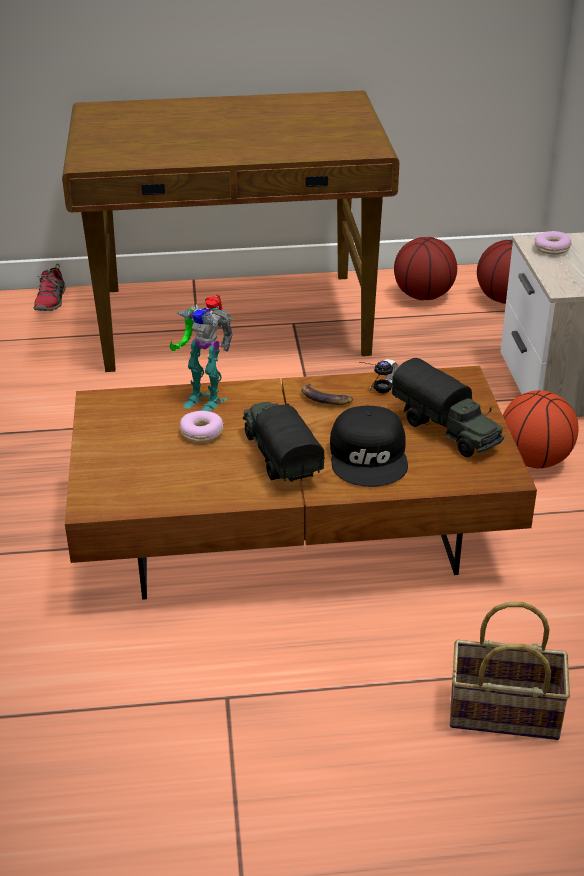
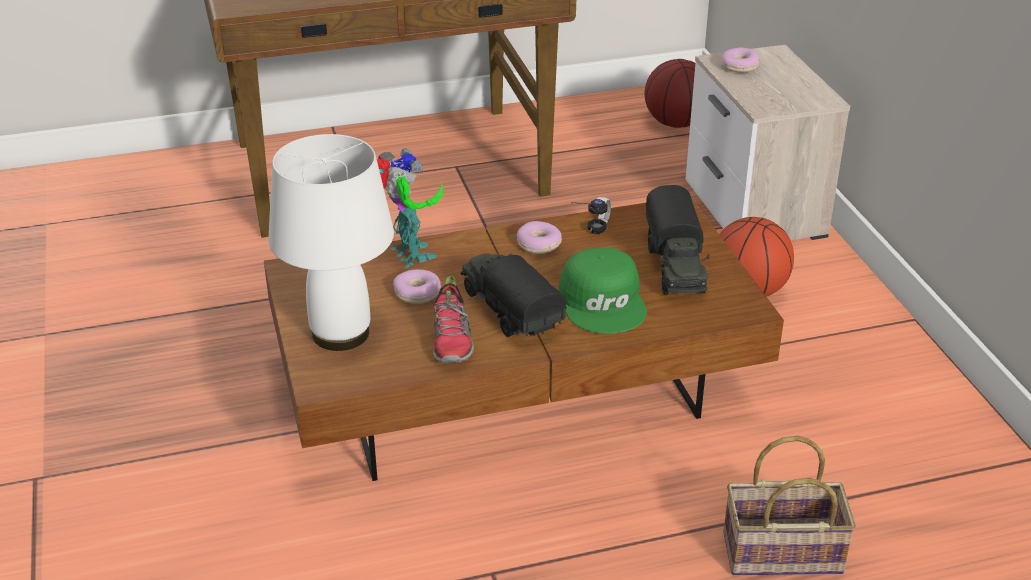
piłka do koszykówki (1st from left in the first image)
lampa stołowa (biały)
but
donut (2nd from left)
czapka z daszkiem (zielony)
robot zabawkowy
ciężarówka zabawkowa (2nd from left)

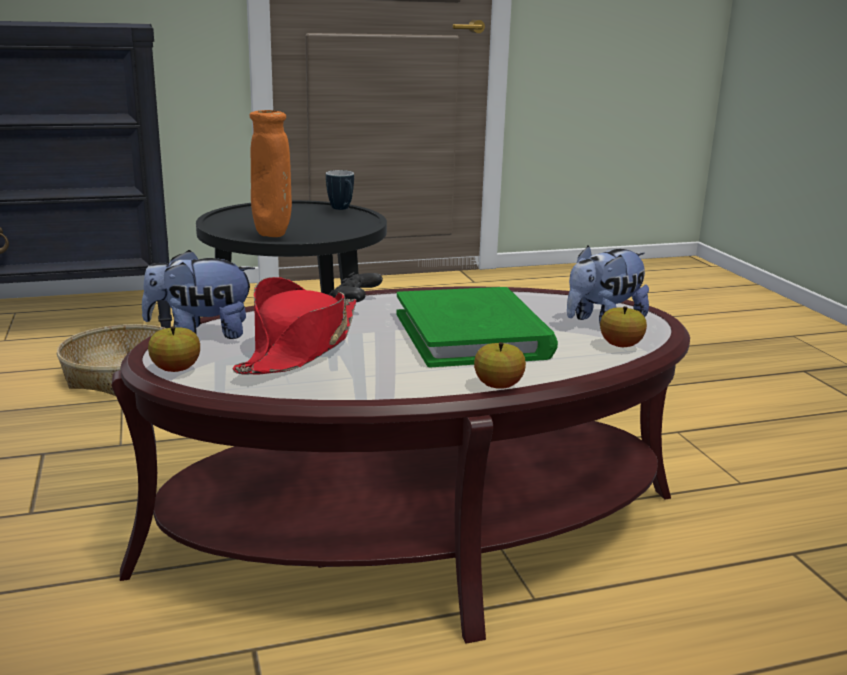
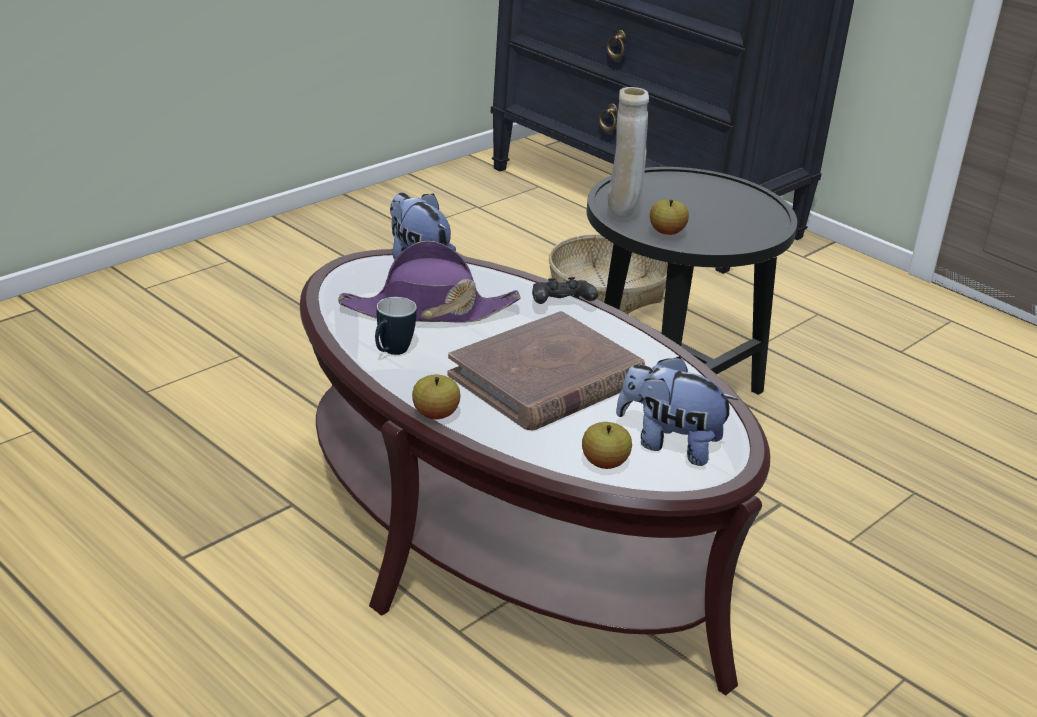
jabłko (3rd from left)
kubek
kapelusz (fioletowy)
wazon (beżowy)
książka (brązowy)

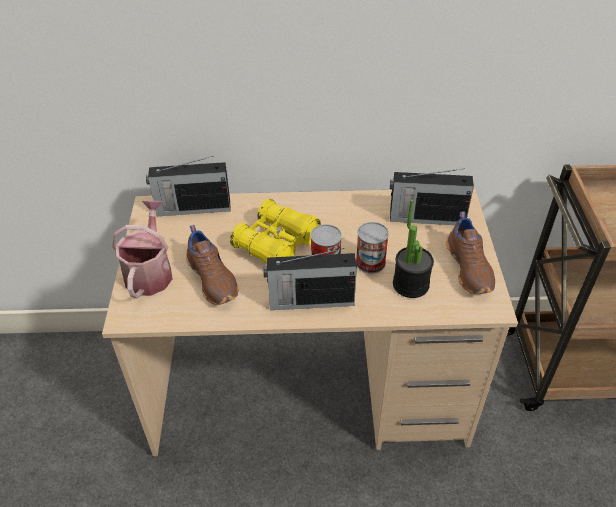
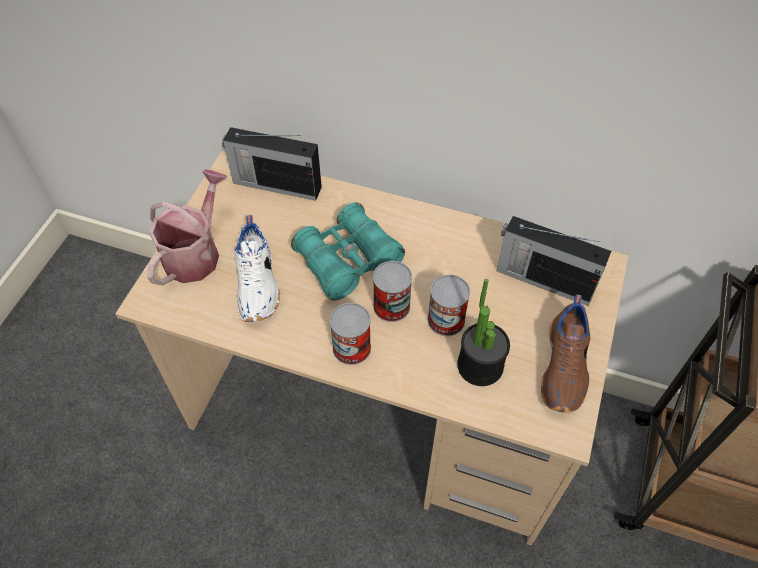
puszka (1st from left)
but (biały)
lornetka (turkusowy)

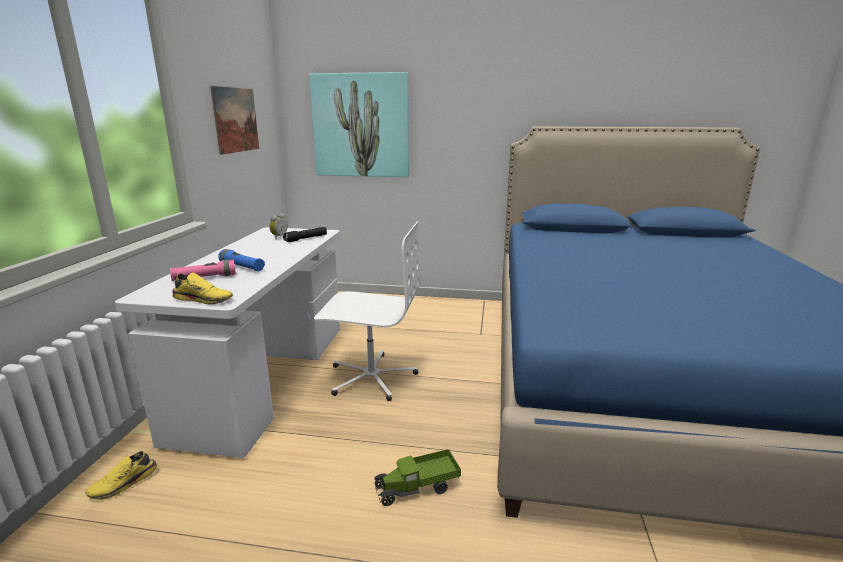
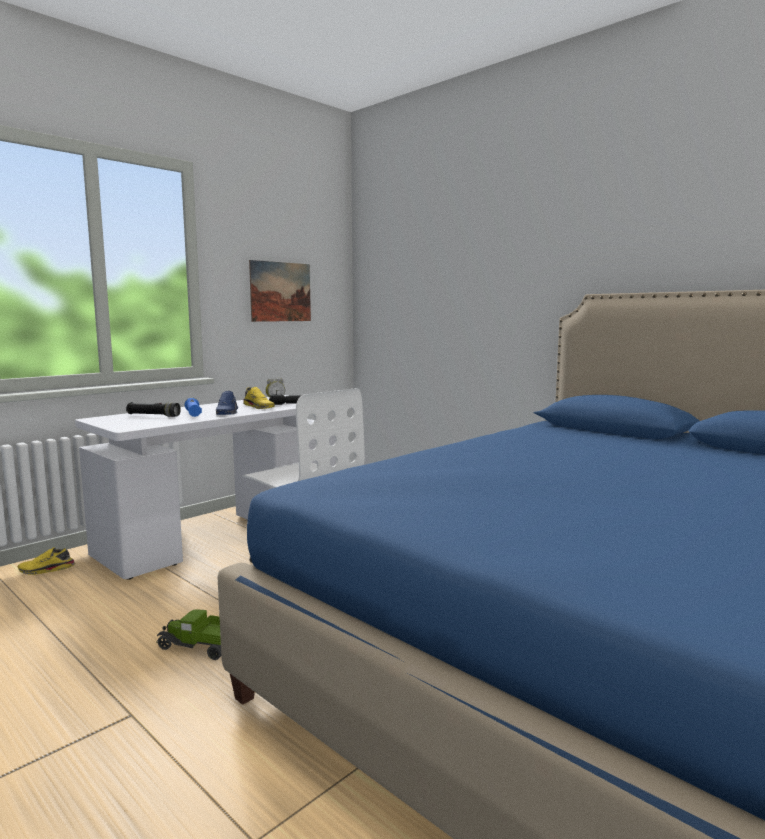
obraz (2nd from left in the first image)
but (niebieski)
but (żółty) (2nd from left)
latarka (czarny) (1st from left)

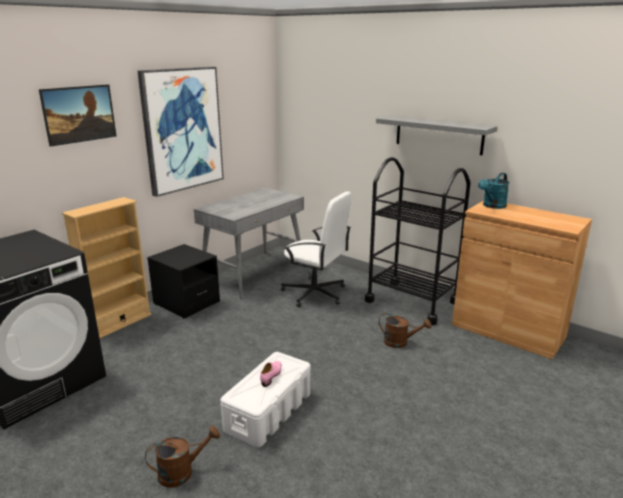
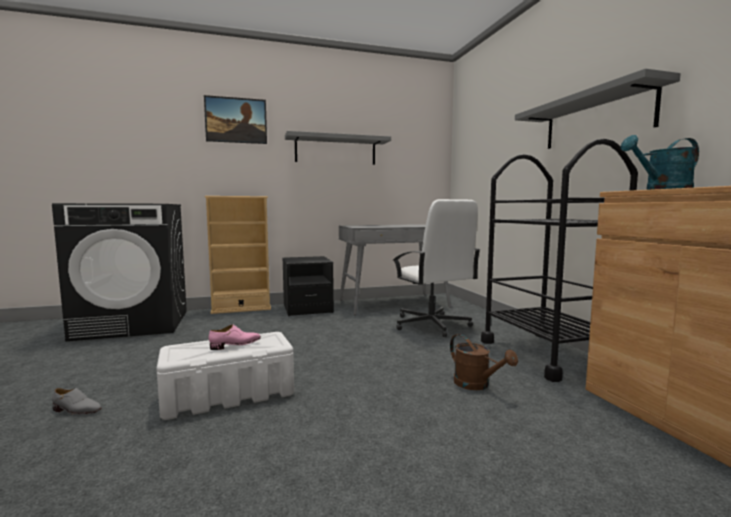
półka (szary) (1st from left)
but (szary)

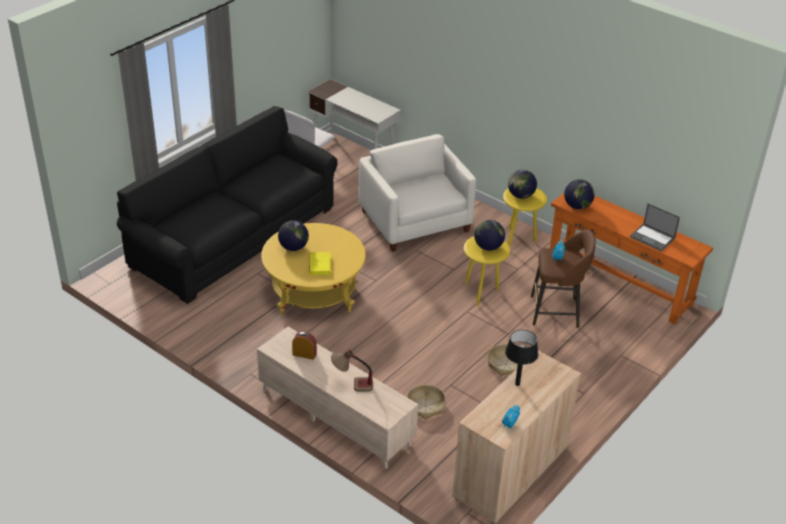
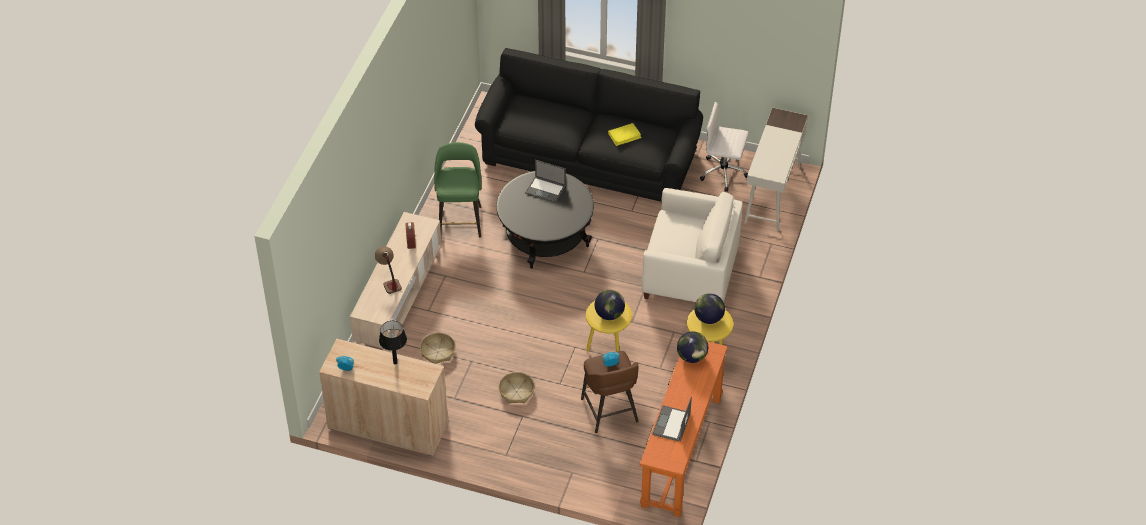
stołek (zielony)
książka (żółty)
laptop (1st from left)
ława (czarny)
fotel (biały)

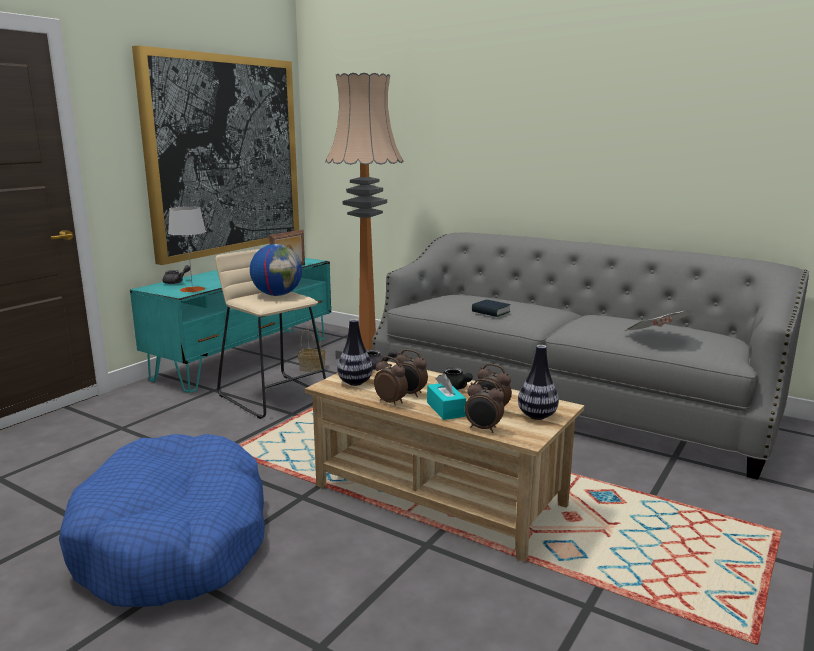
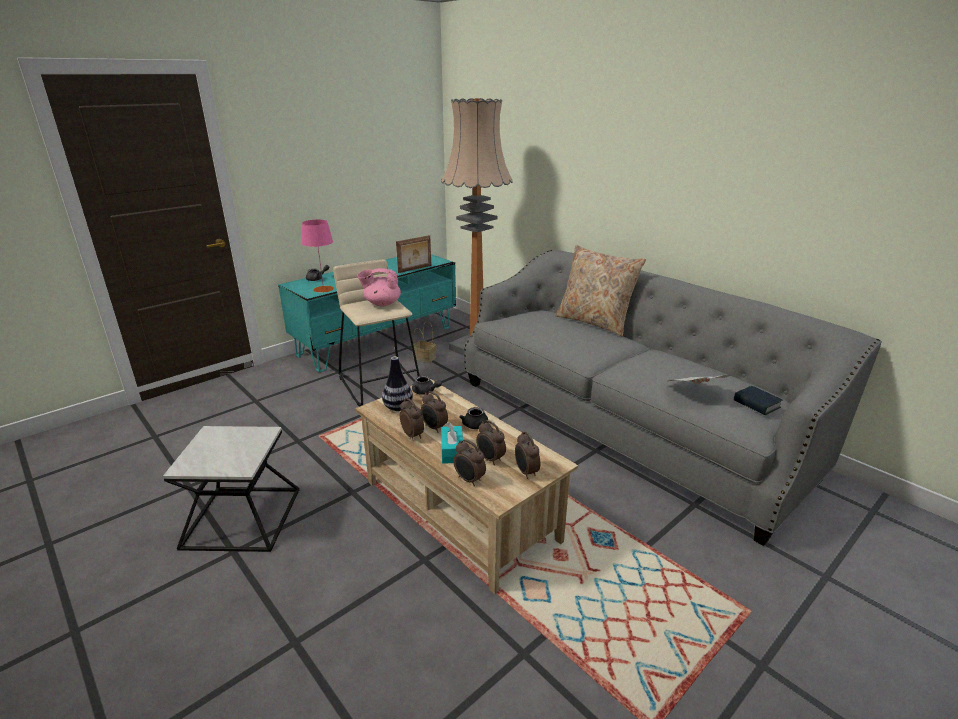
obraz
poduszka (beżowy)
książka
stolik
imbryk (różowy)
budzik (5th from left)
lampa stołowa (różowy)

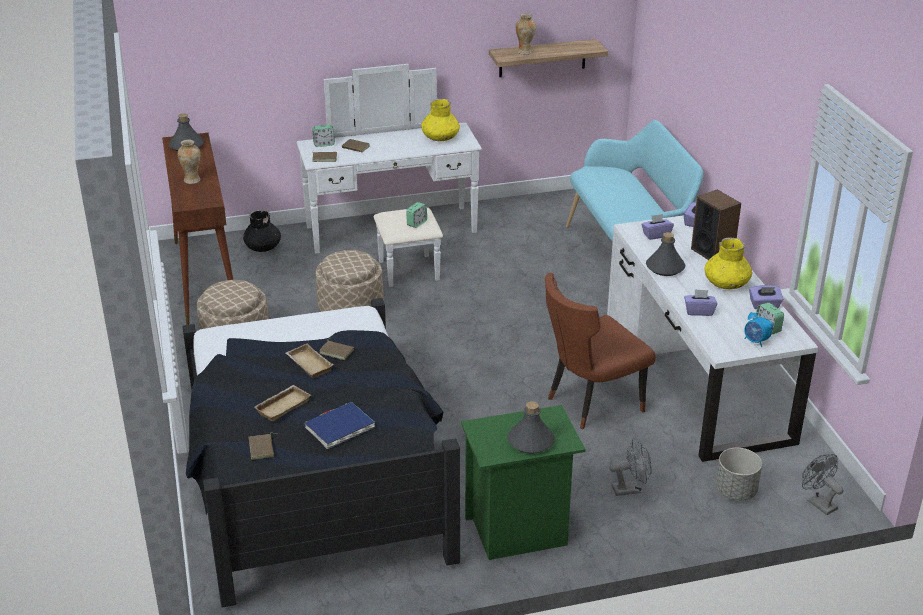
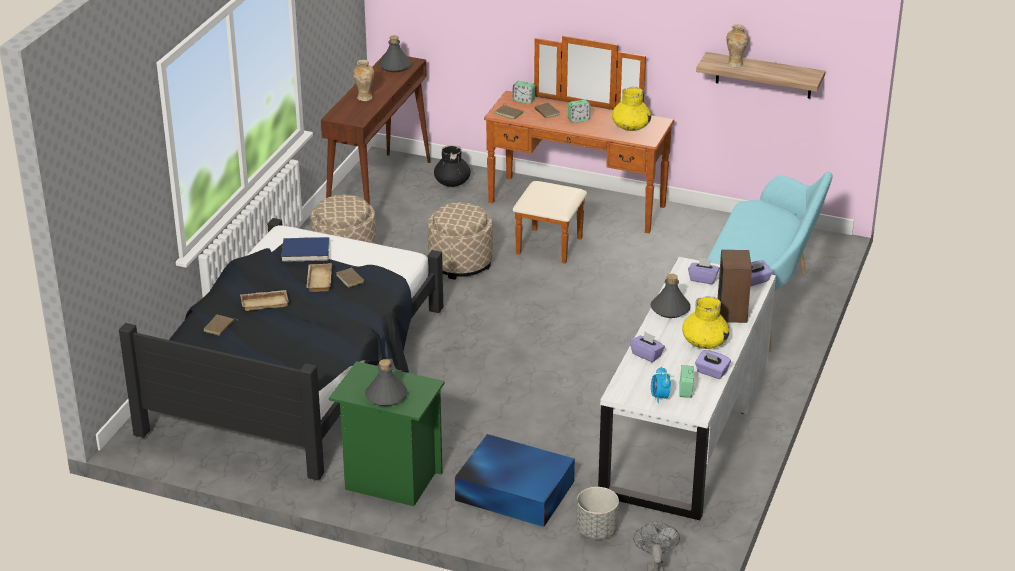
krzesło (brązowy)
książka (niebieski)
budzik (2nd from left)
pojemnik do przechowywania (niebieski)
komoda (brązowy)

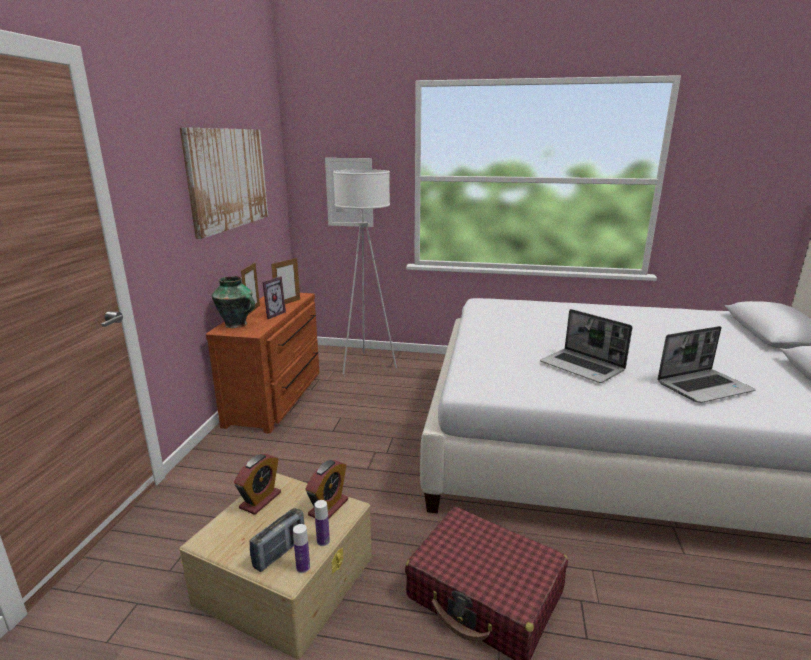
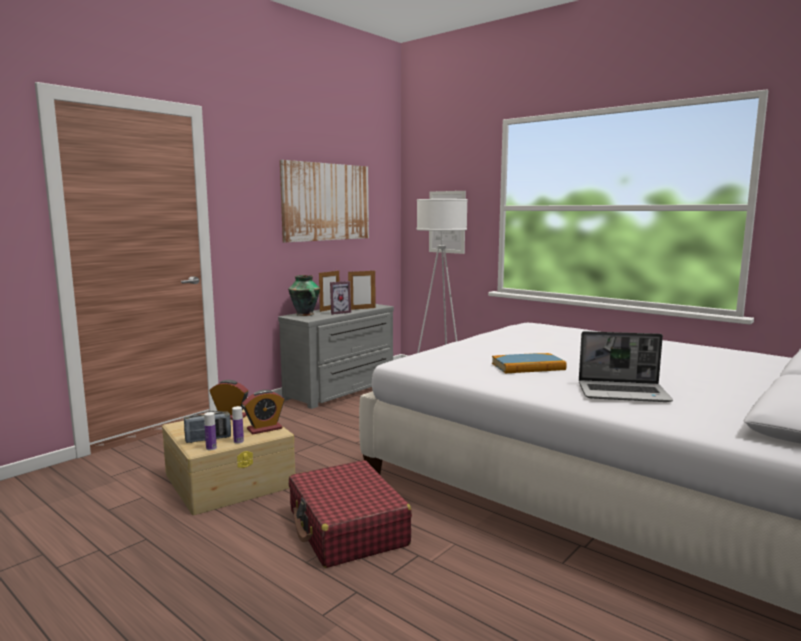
książka
komoda (szary)
budzik (1st from left)

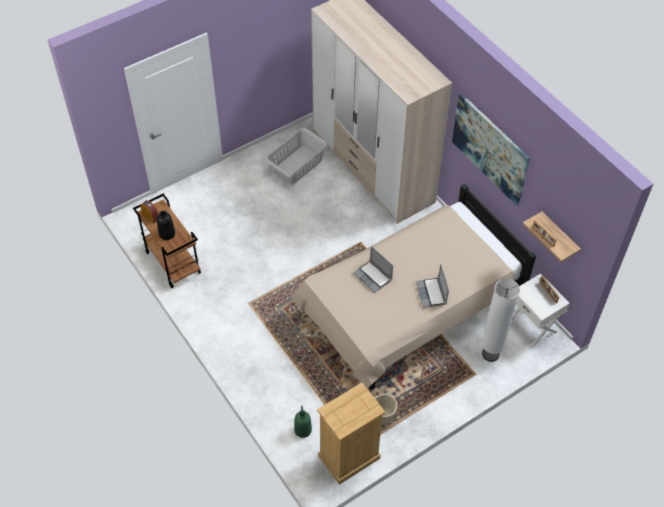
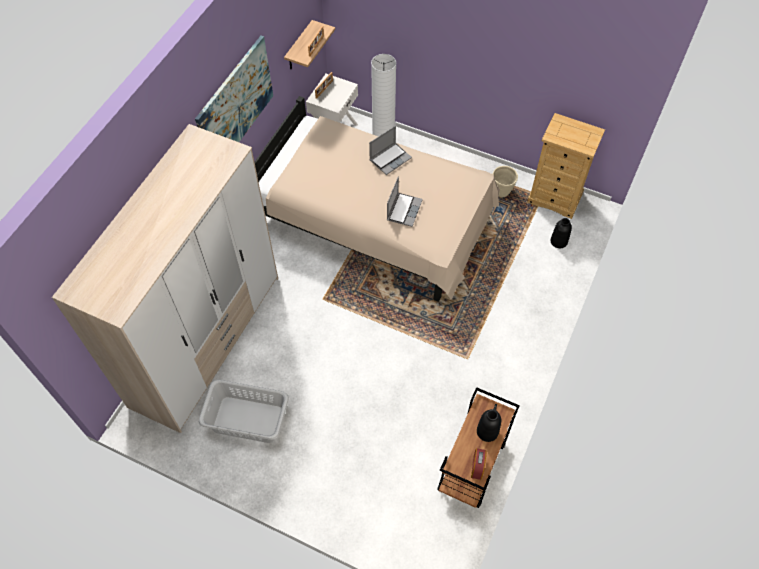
wazon (czarny) (2nd from left)

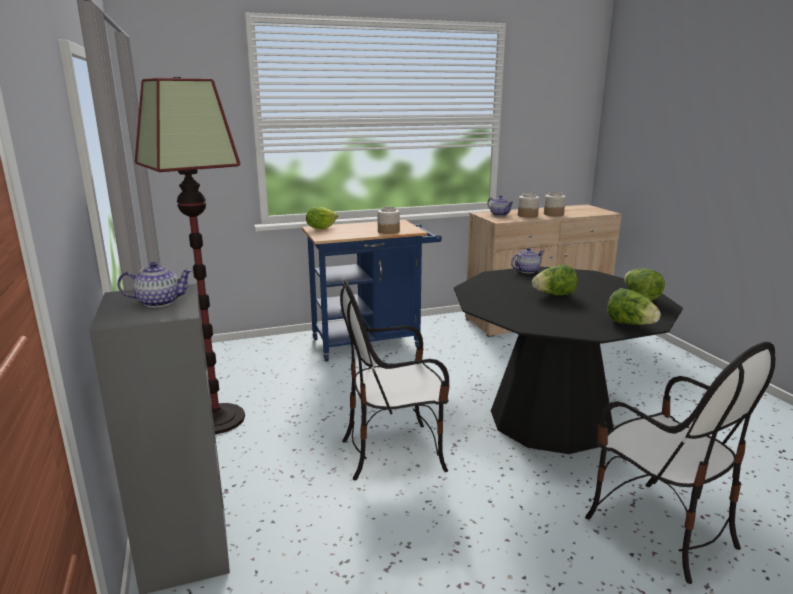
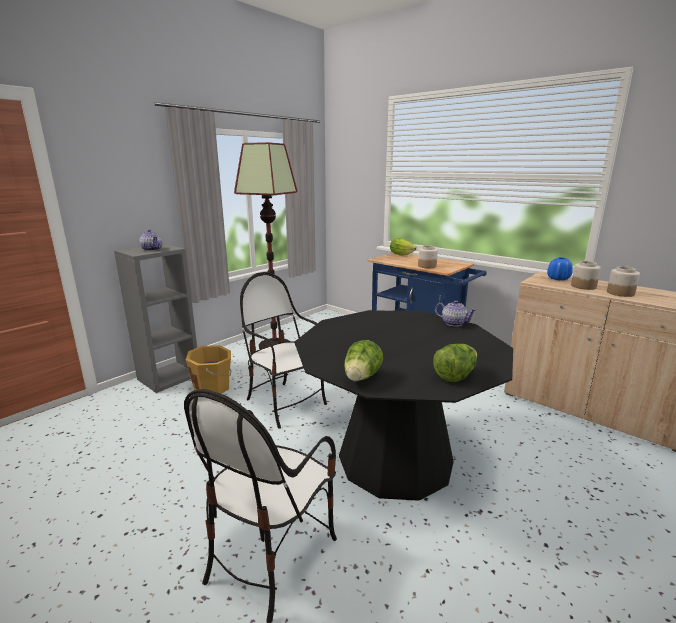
sałata (2nd from left in the first image)
wiadro (pomarańczowy)
wazon (niebieski)

